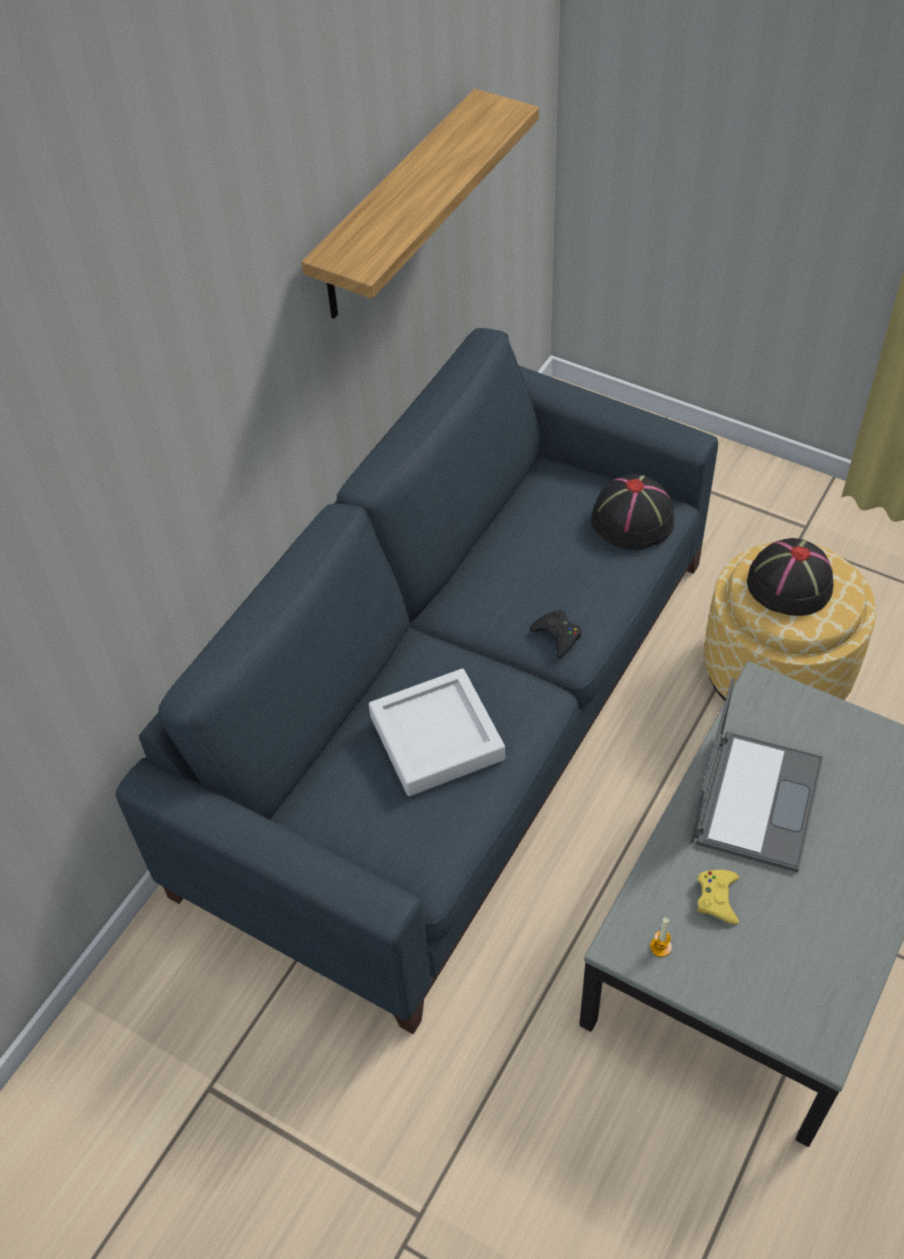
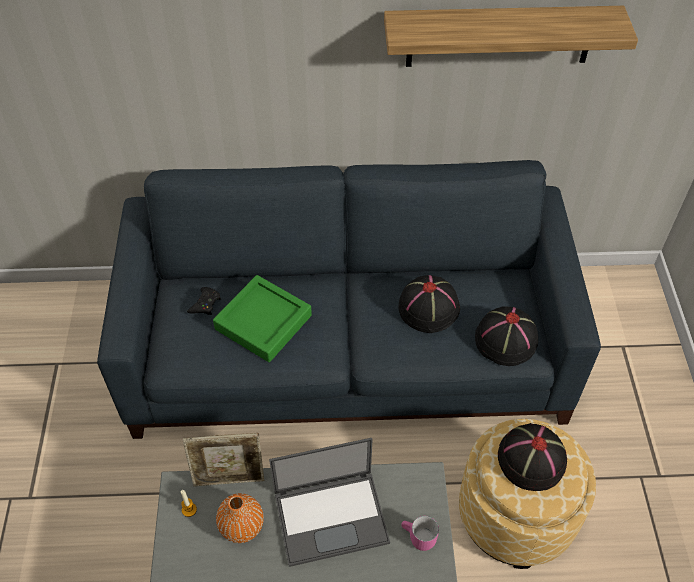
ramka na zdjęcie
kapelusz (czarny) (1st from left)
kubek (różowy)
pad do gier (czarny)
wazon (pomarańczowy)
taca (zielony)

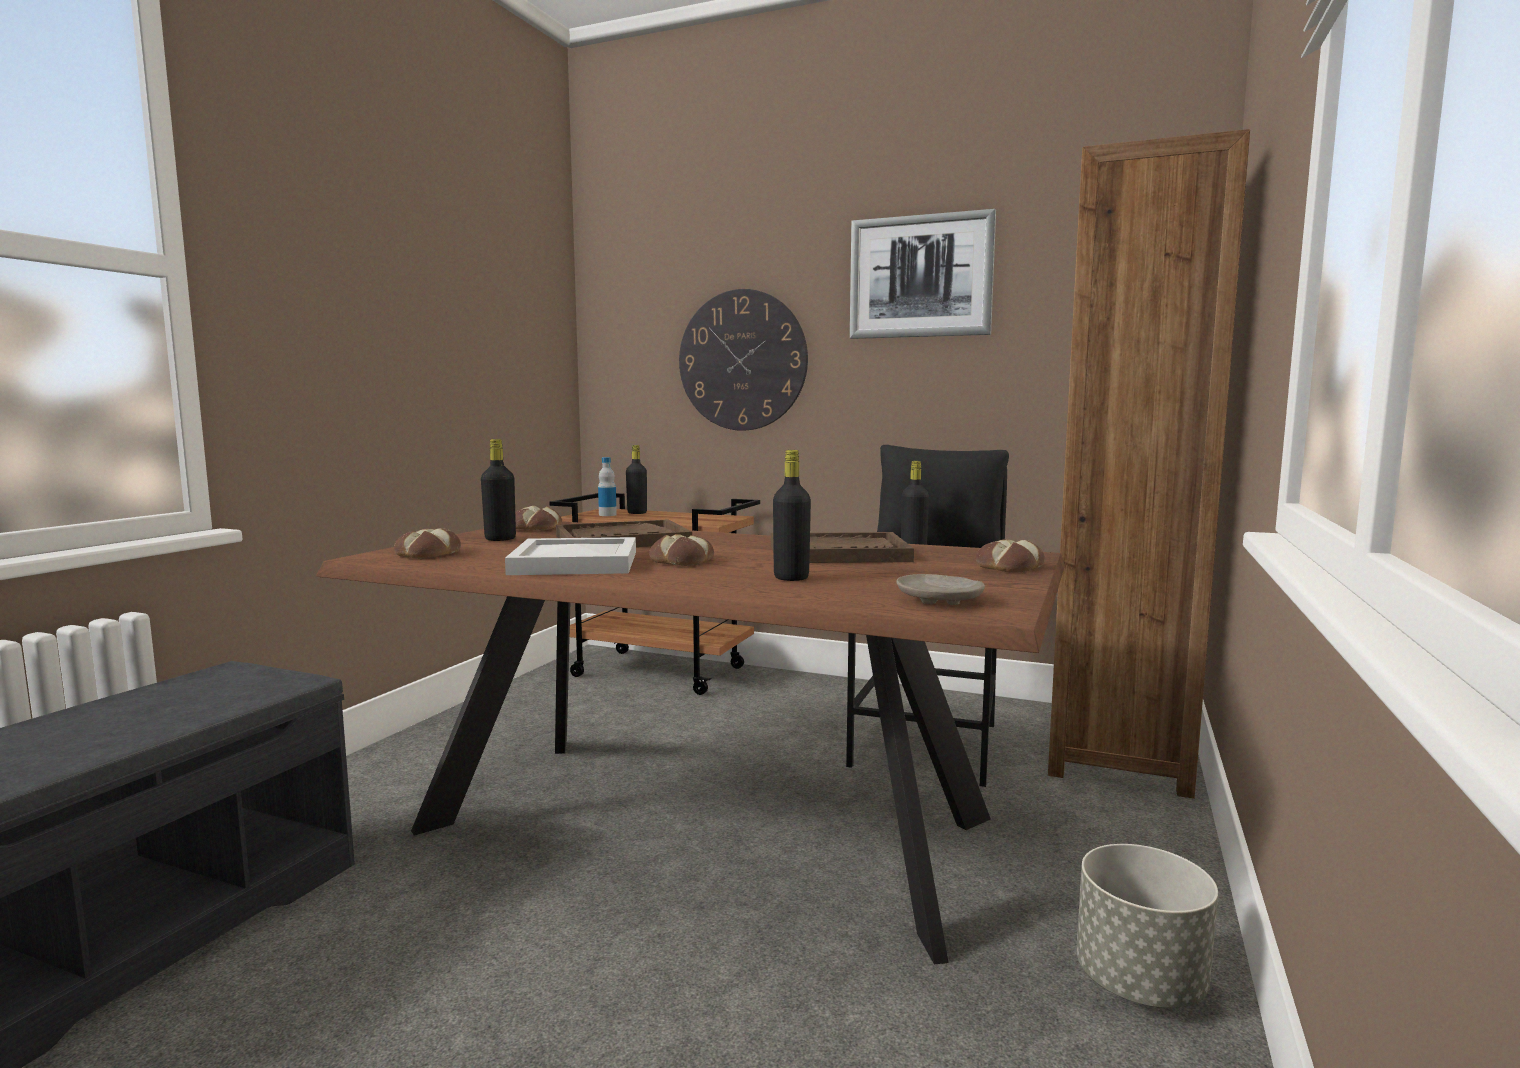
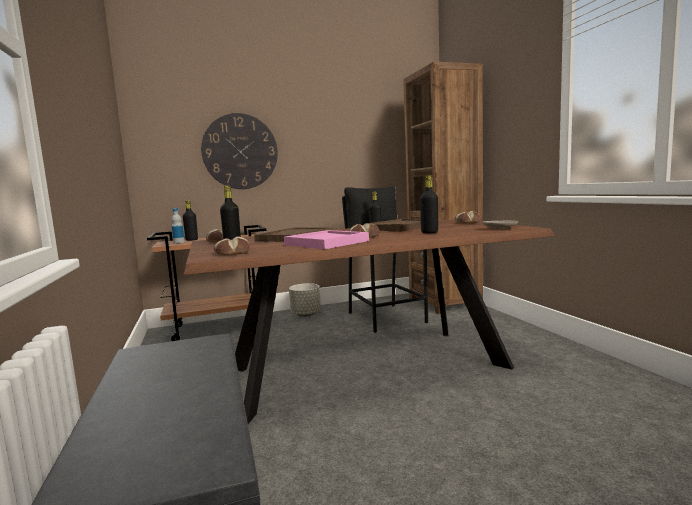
obraz
donica (szary)
taca (różowy)

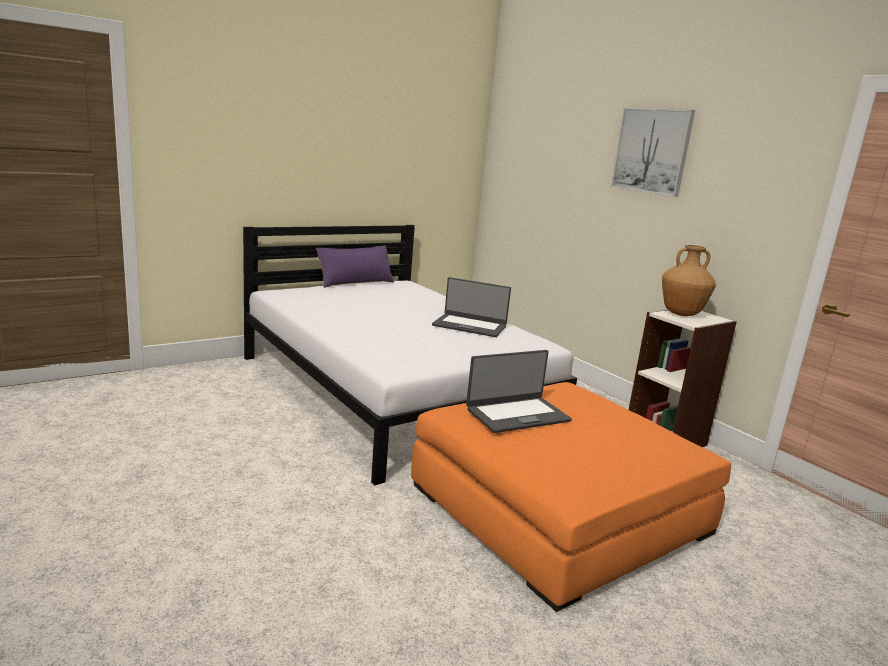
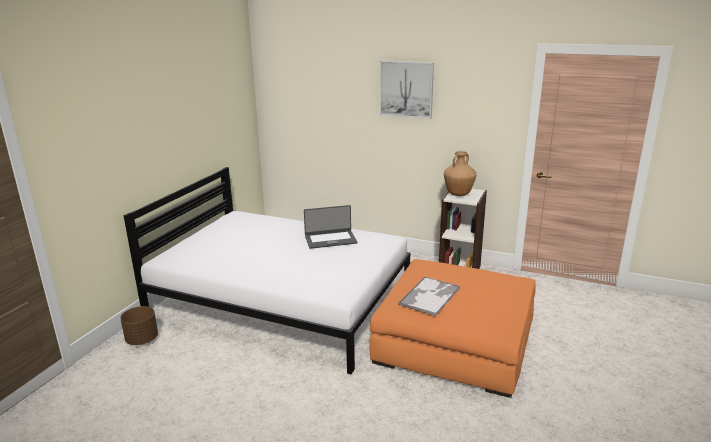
poduszka (fioletowy)
donica (brązowy)
taca

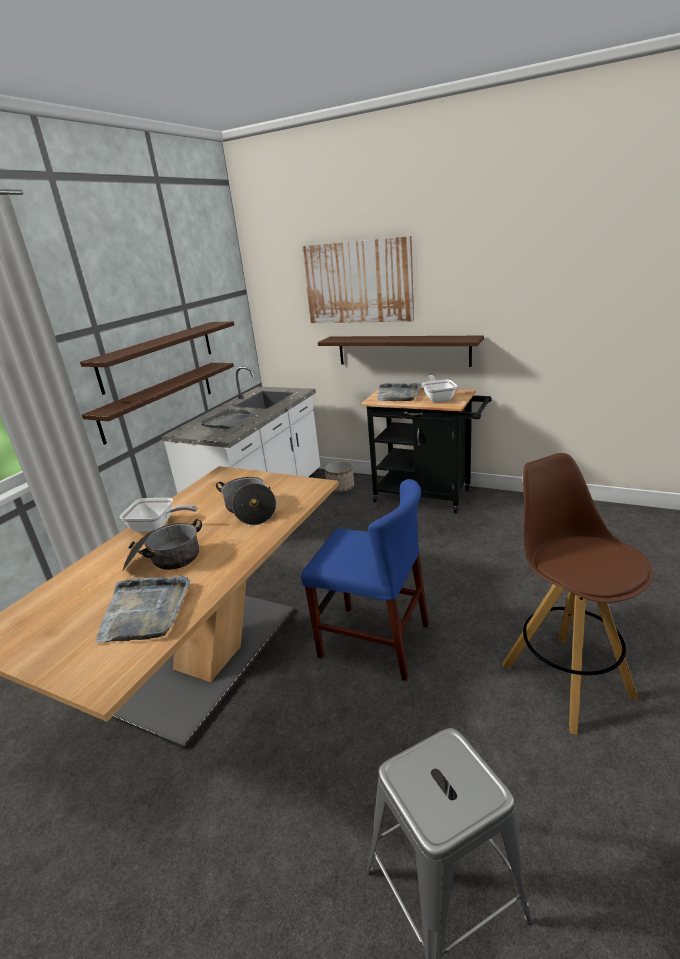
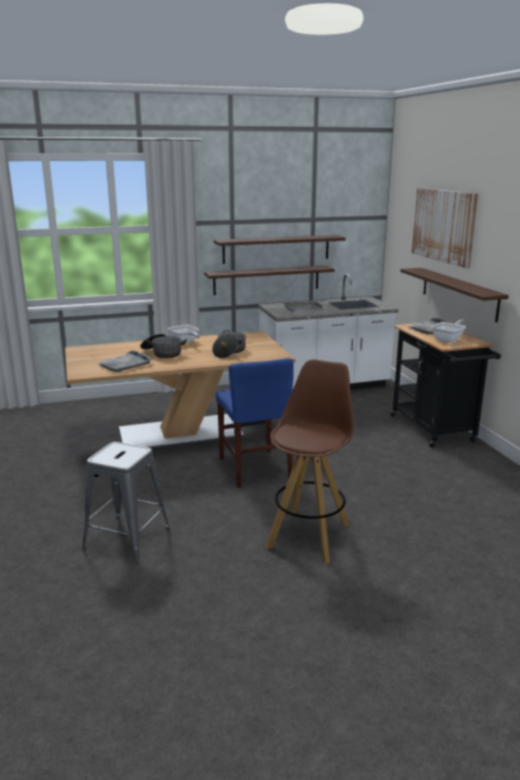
donica

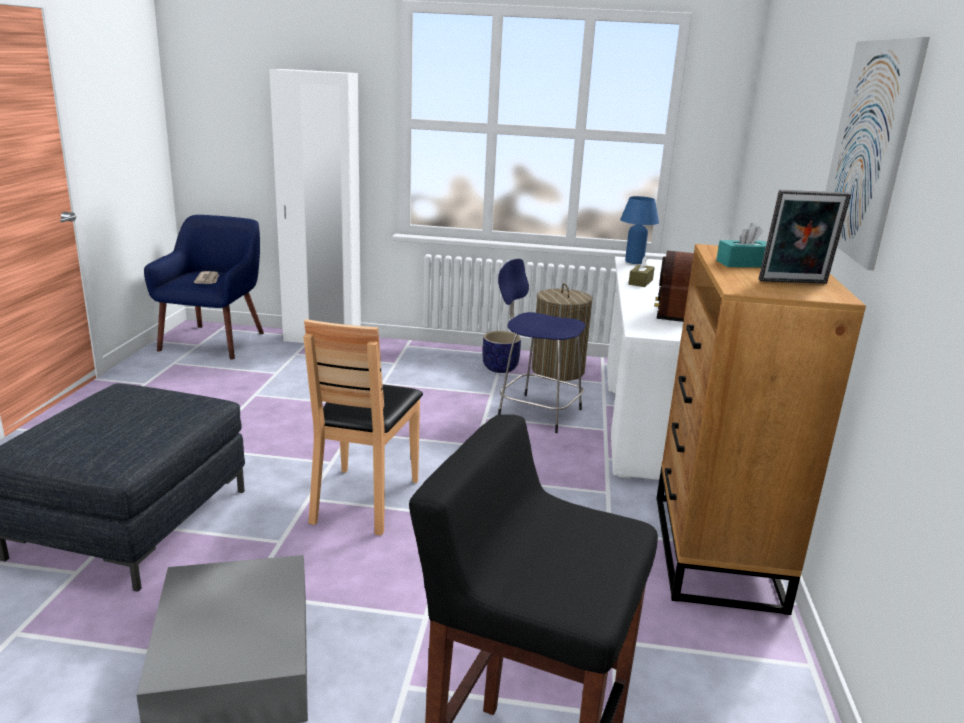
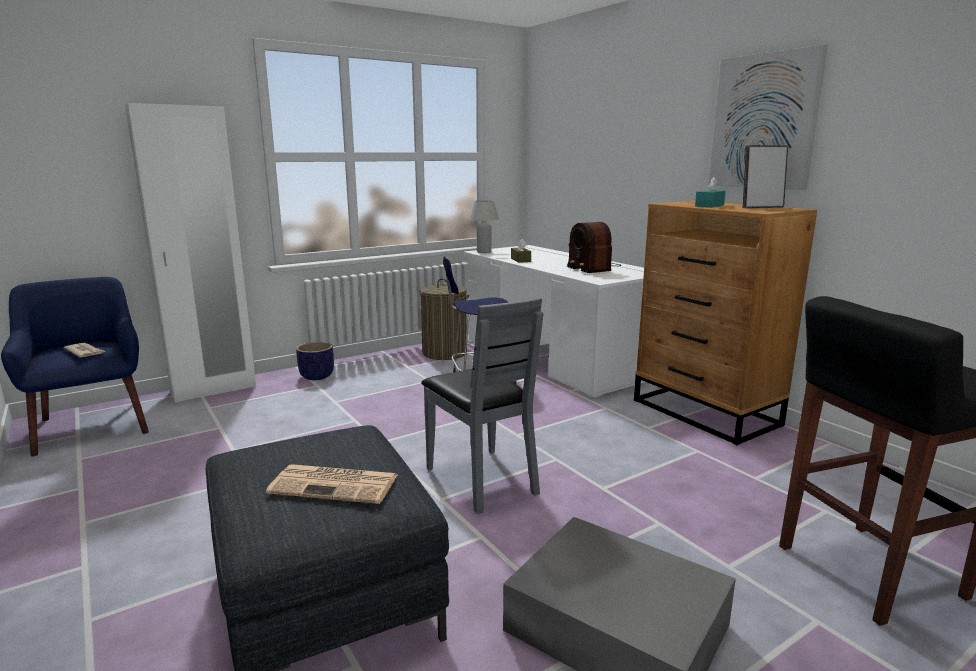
gazeta (2nd from left)
donica
krzesło (szary)
lampa stołowa (biały)
ramka na zdjęcie

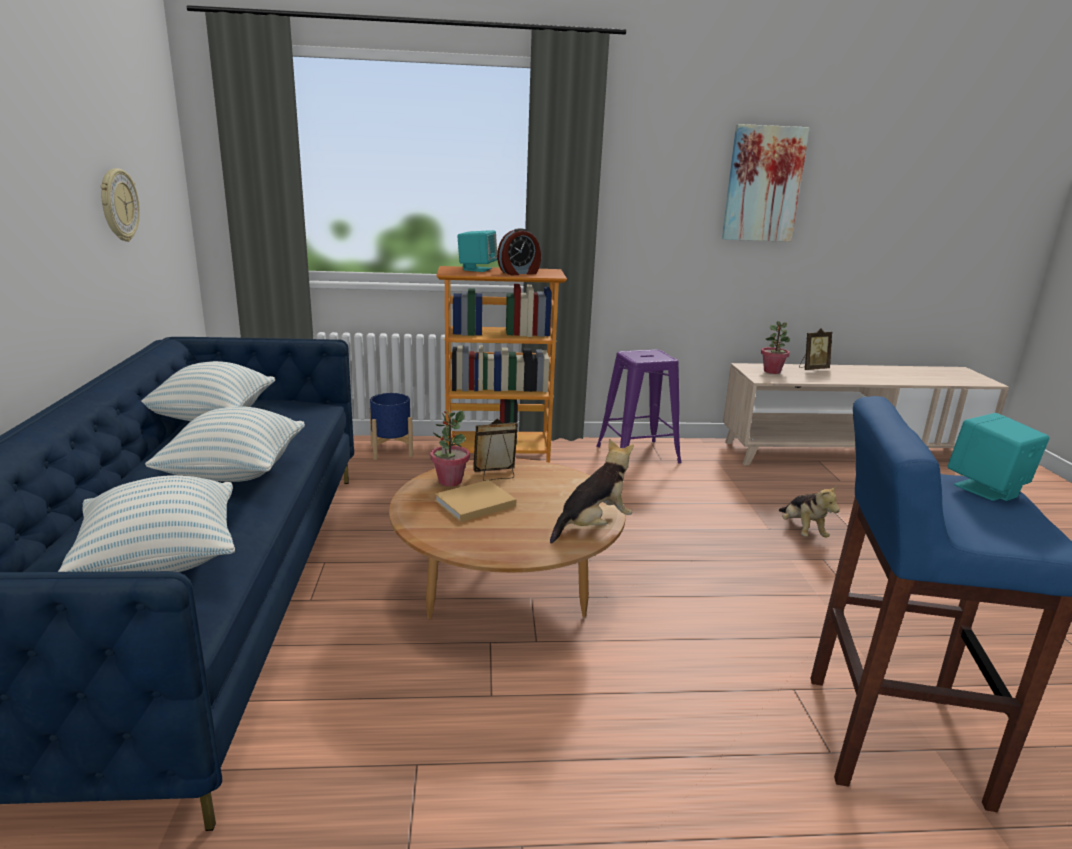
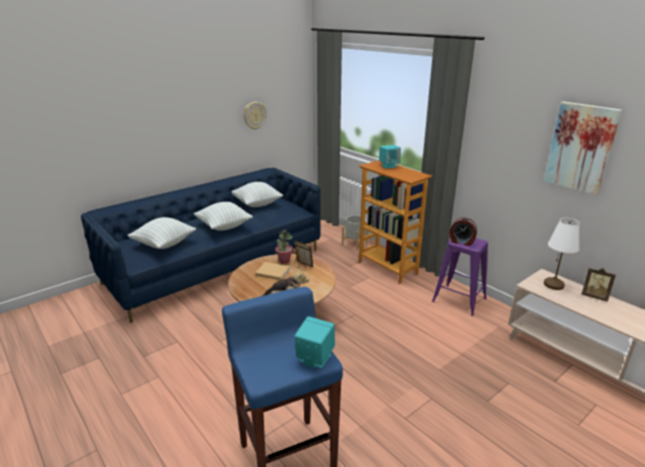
pluszak (2nd from left in the first image)
budzik
lampa stołowa (biały)
donica (szary)

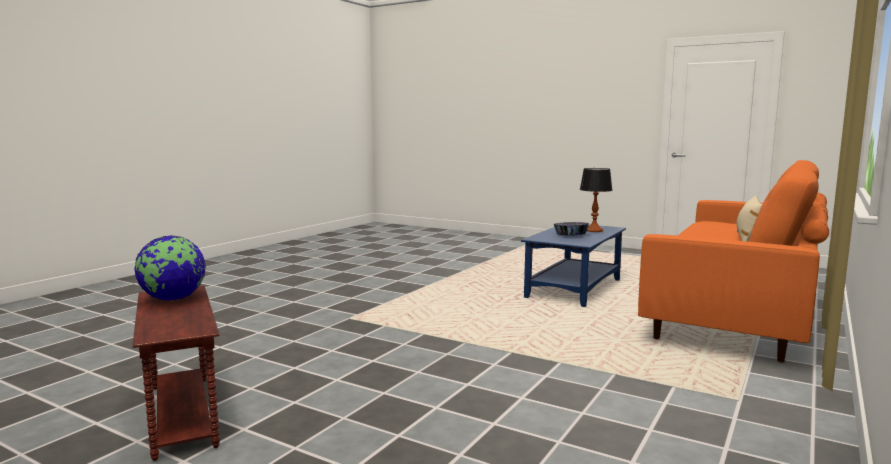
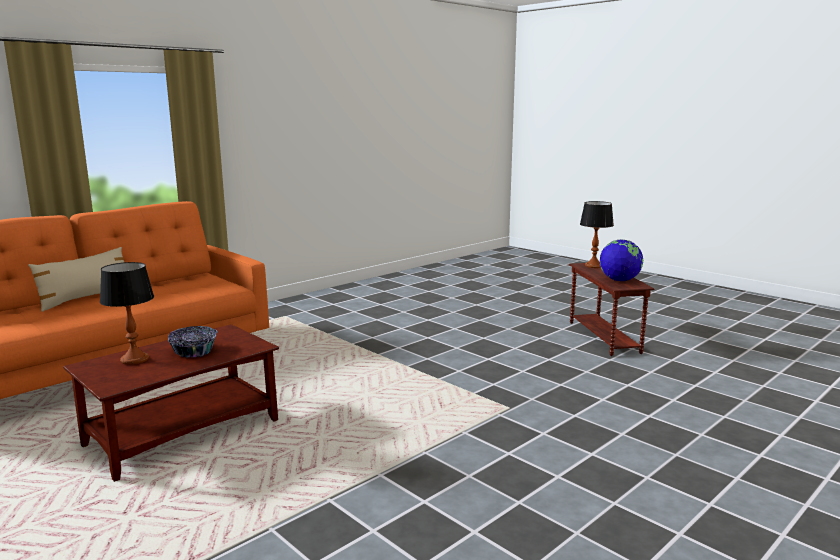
lampa stołowa (2nd from left)
ława (brązowy)

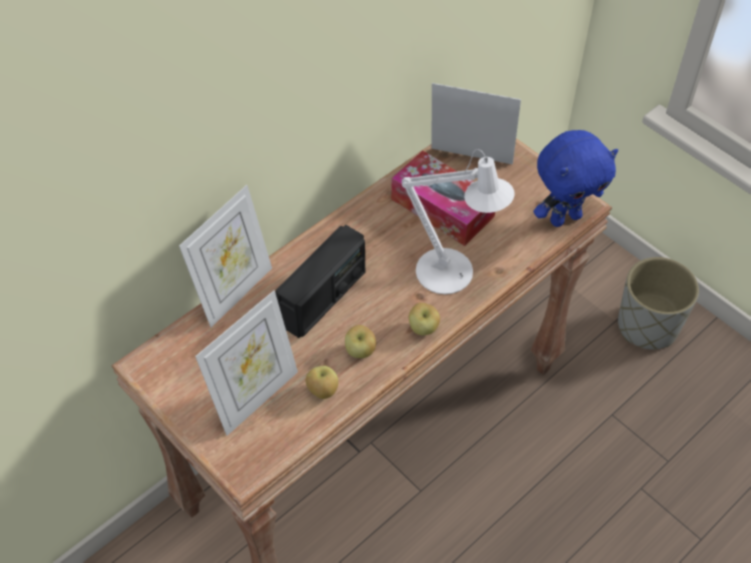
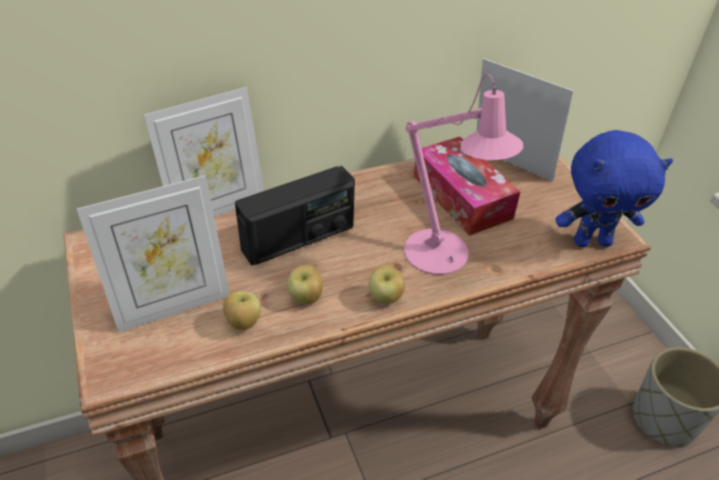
lampa stołowa (różowy)

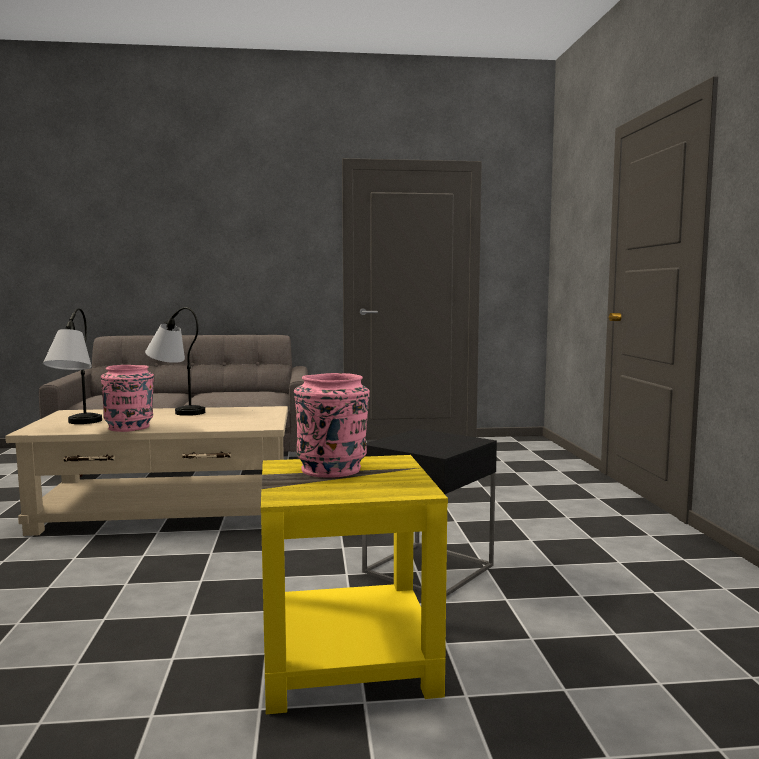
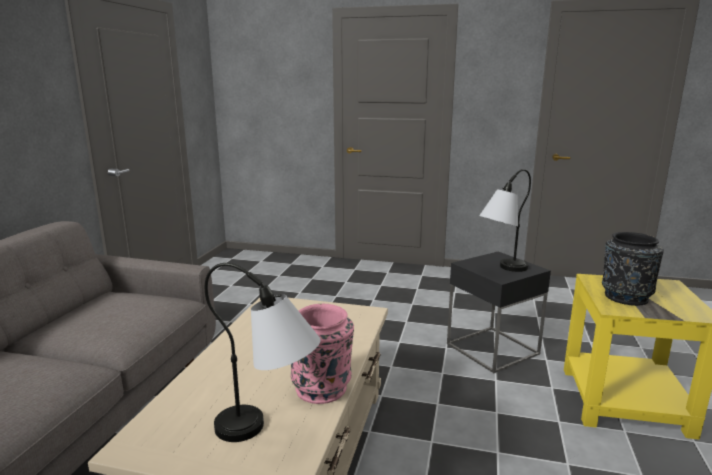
lampa stołowa (2nd from left)
wazon (czarny)

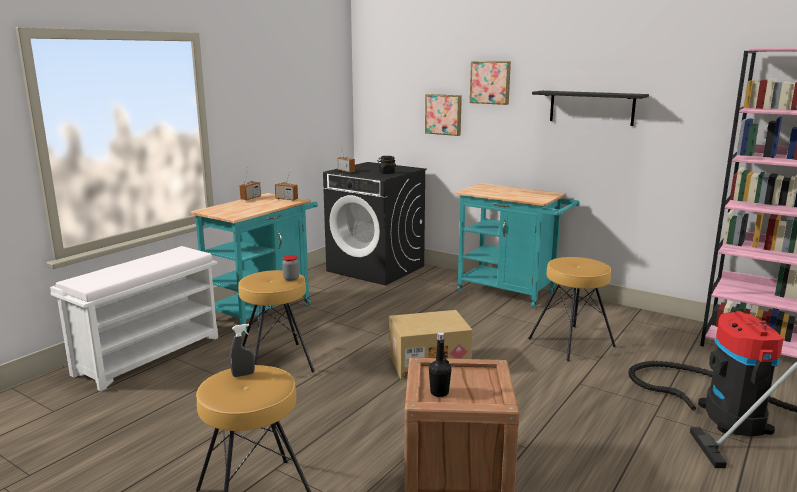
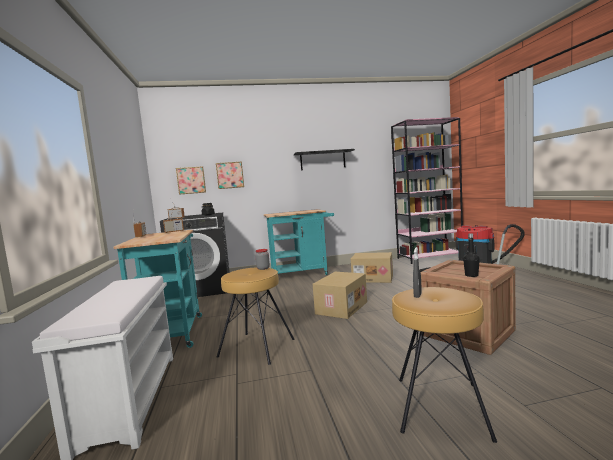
obraz (1st from left)
karton (2nd from left)

